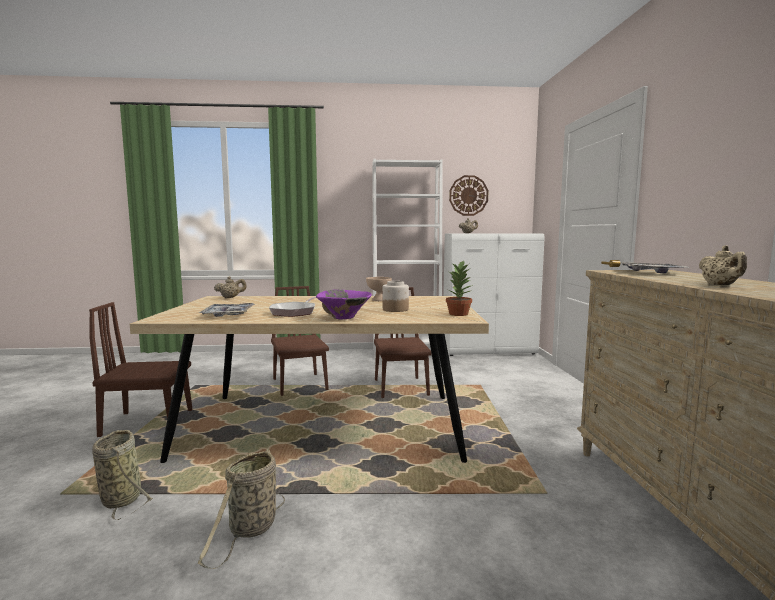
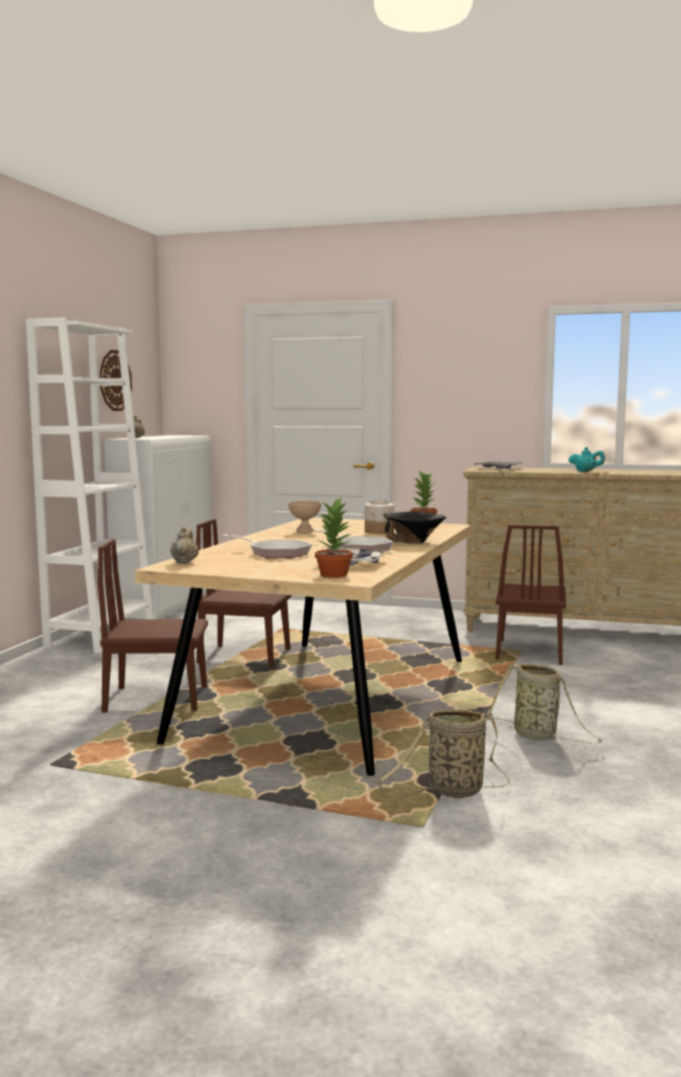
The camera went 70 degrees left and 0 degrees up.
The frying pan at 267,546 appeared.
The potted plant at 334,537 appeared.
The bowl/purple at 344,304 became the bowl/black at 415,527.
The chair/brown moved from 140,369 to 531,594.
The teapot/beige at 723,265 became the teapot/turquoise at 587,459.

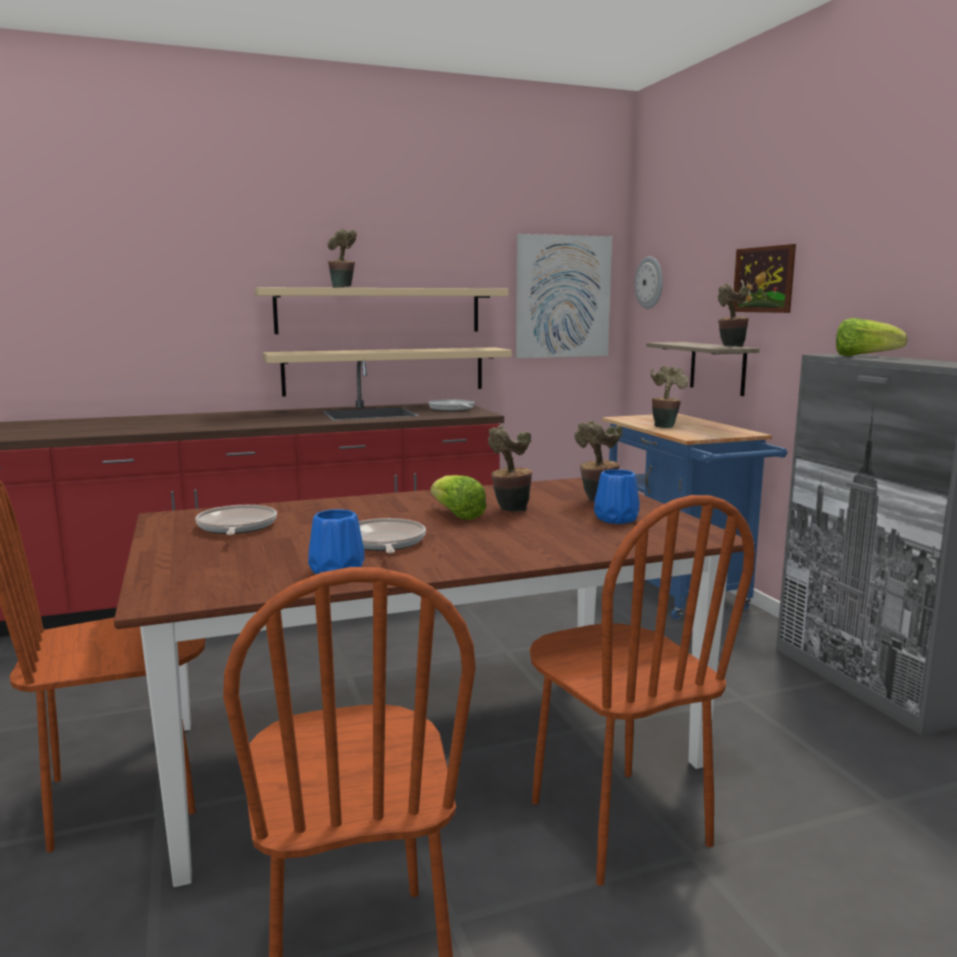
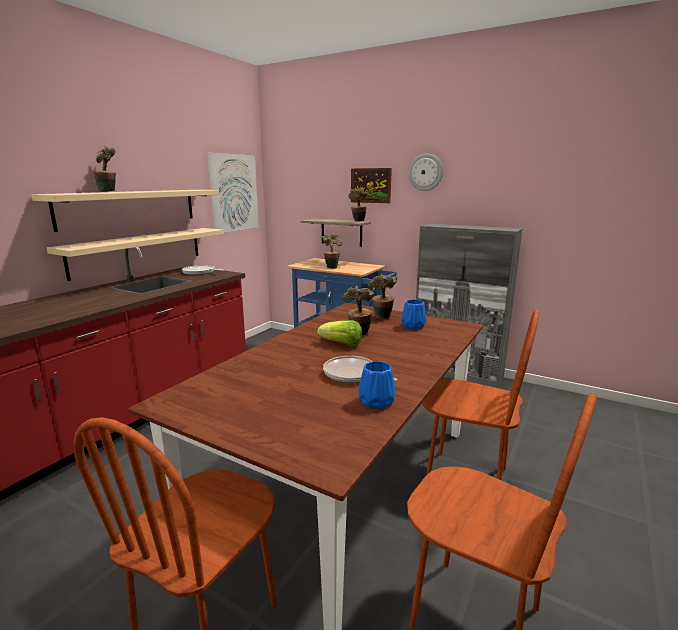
The camera went 40 degrees left and 5 degrees up.
The wall clock moved from 649,282 to 426,172.
The frying pan at 236,520 disappeared.
The lettuce at 871,337 disappeared.

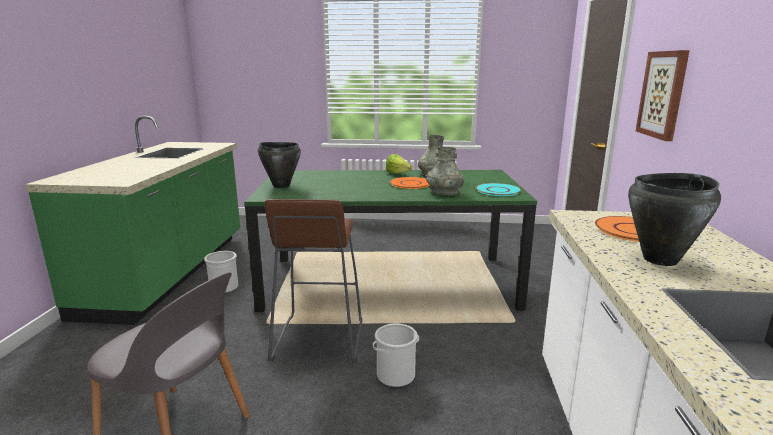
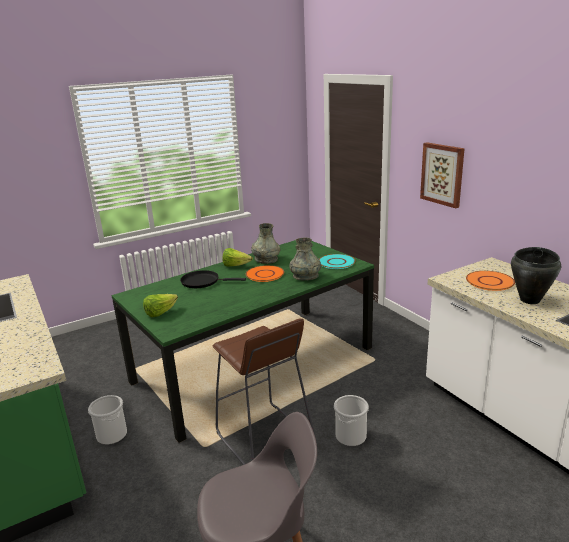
The camera went 35 degrees left and 5 degrees up.
The cooking pot/black at 279,165 was replaced by the lettuce at 160,305.
The frying pan/black at 213,279 appeared.

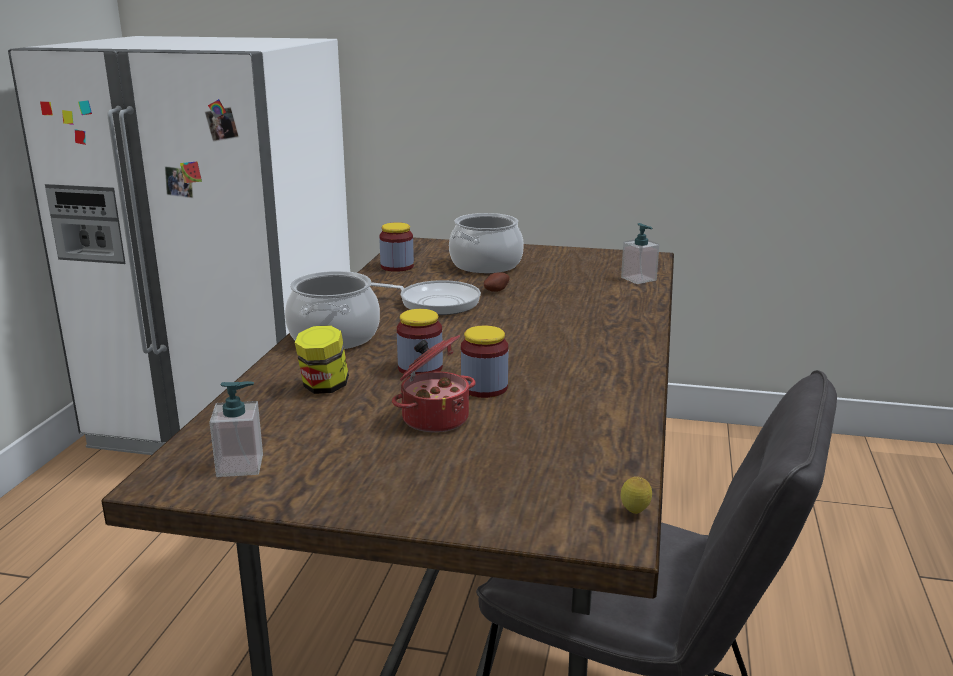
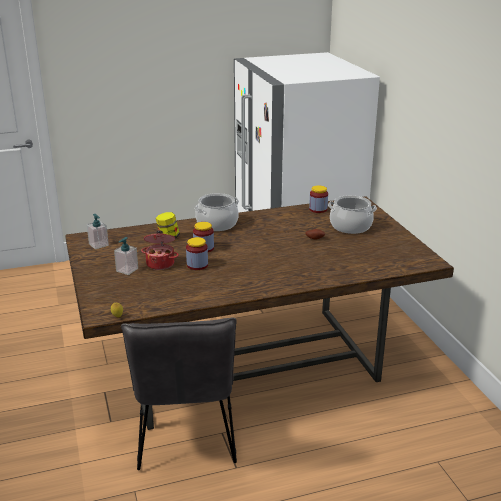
The camera went 60 degrees right and 5 degrees up.
The soap dispenser moved from 640,253 to 126,256.
The frying pan at 425,297 disappeared.

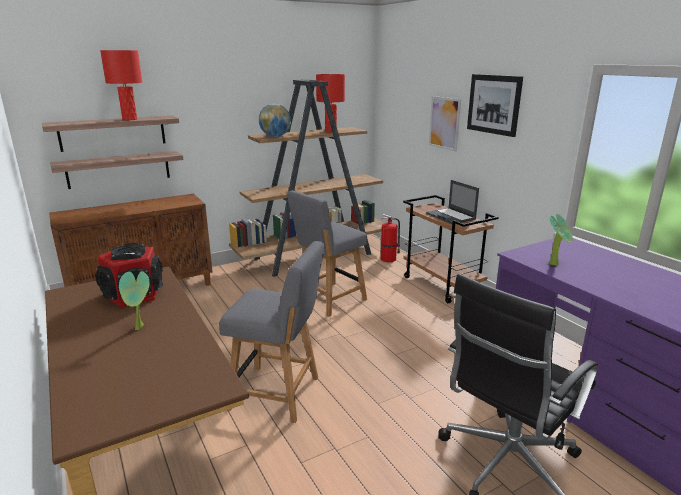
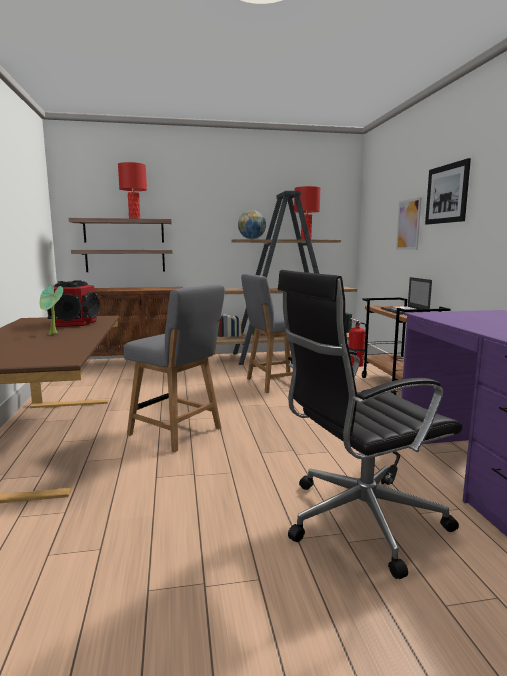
The camera went 20 degrees right and 10 degrees down.
The potted plant at 561,240 disappeared.

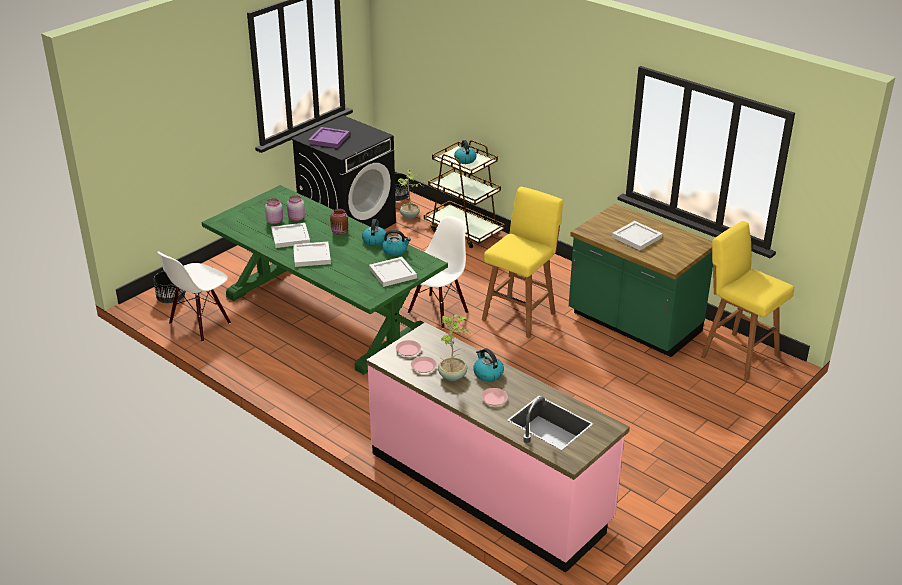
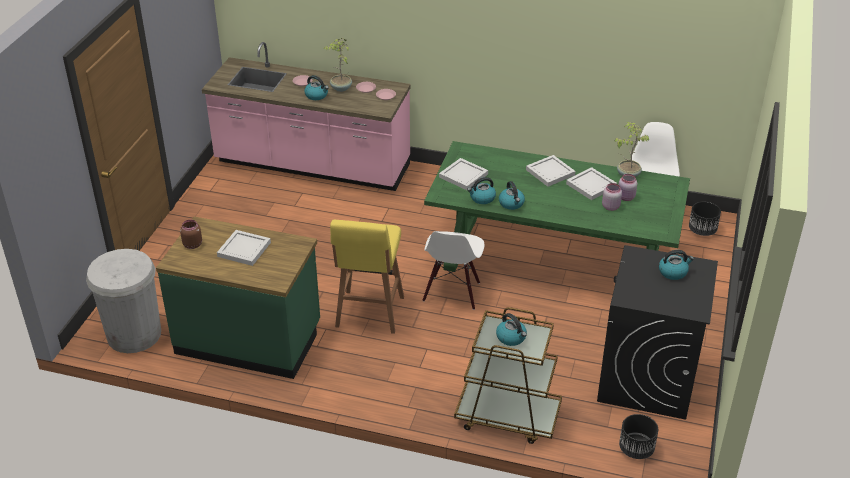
The camera went 155 degrees right and 5 degrees up.
The stool/yellow at 747,300 was replaced by the trash can/white at 123,301.
The jar/brown moved from 339,222 to 191,234.
The potted plant moved from 411,194 to 631,149.
The tray/purple at 329,137 was replaced by the kettle at 676,265.

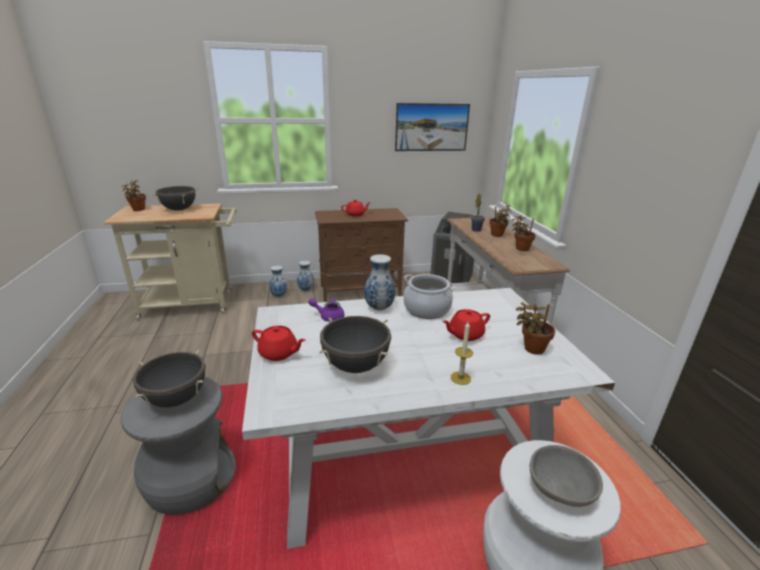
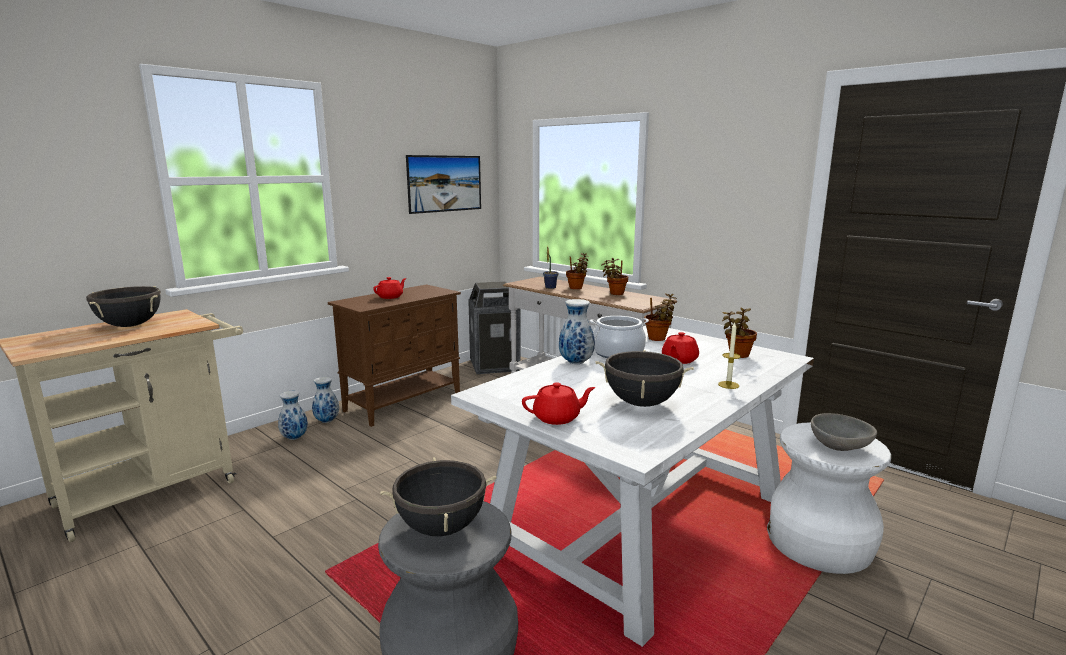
The camera went 35 degrees left and 10 degrees down.
The potted plant moved from 134,195 to 660,317.
The teapot/purple at 326,309 disappeared.

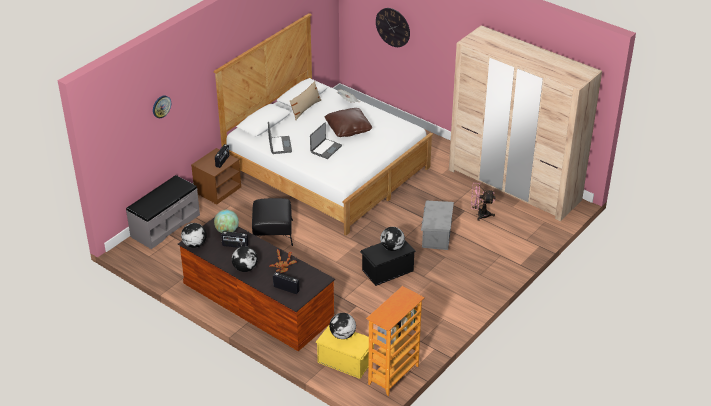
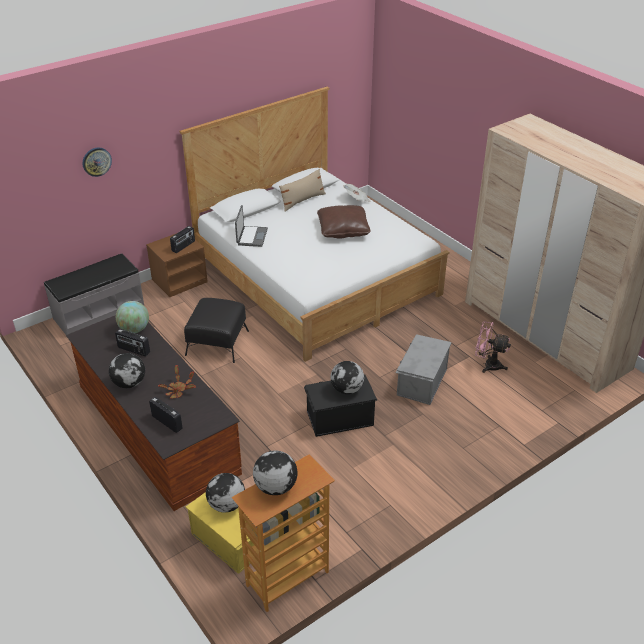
The camera went 15 degrees right and 0 degrees up.
The globe moved from 194,235 to 275,473.
The laptop at 326,140 disappeared.
The wall clock at 393,27 disappeared.

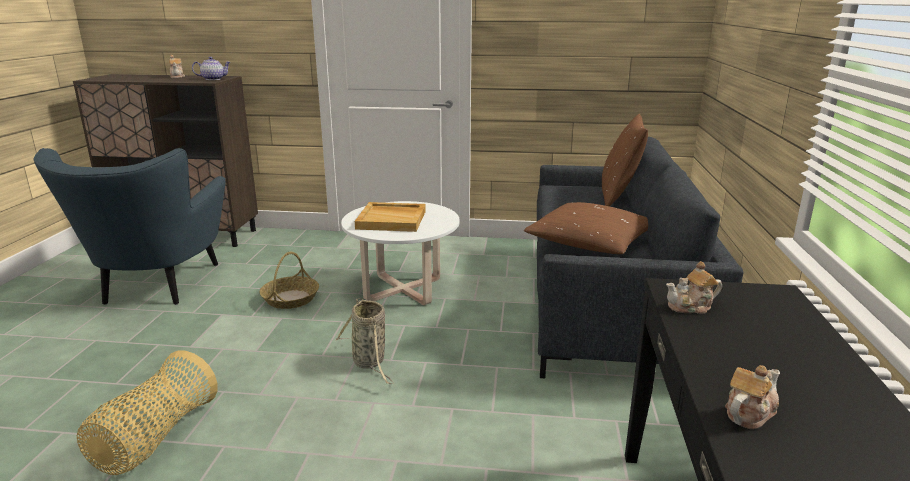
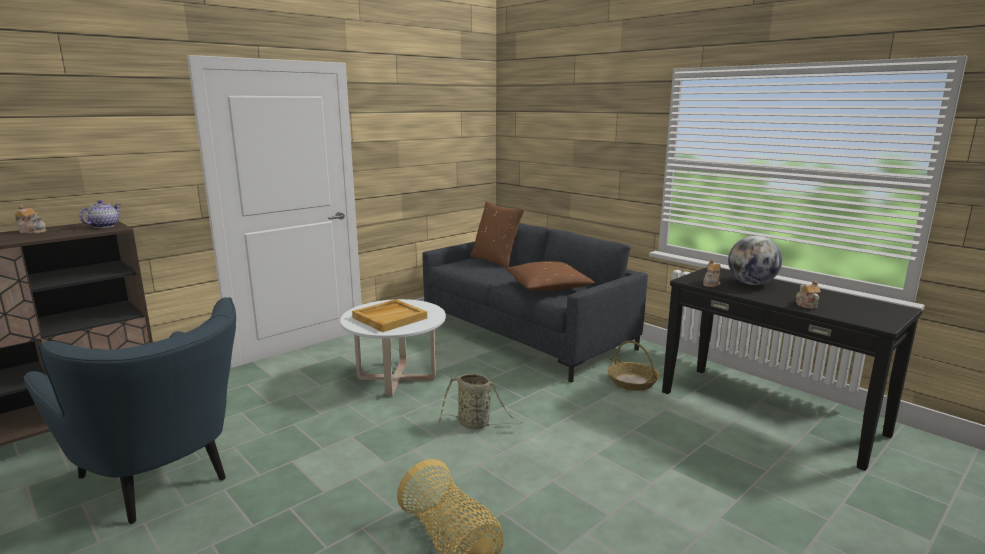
The camera went 50 degrees left and 5 degrees down.
The basket moved from 289,280 to 634,366.
The globe at 755,260 appeared.

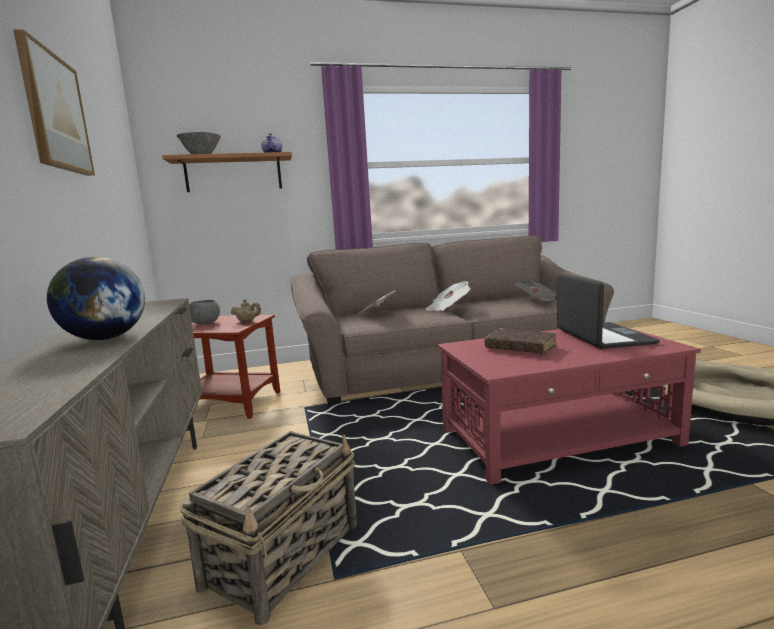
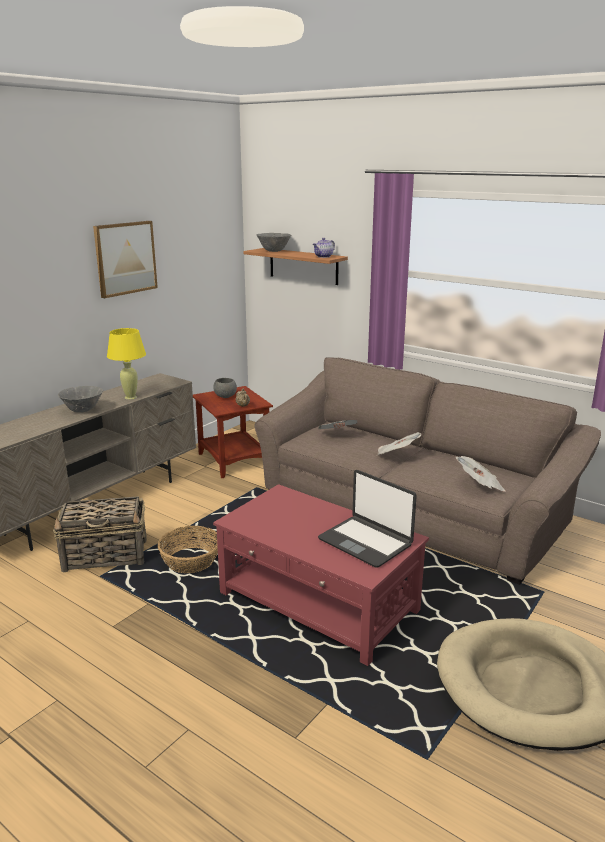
The camera went 50 degrees right and 10 degrees up.
The globe at 96,298 was replaced by the bowl/grey at 80,399.
The table lamp/yellow at 126,364 appeared.
The basket at 188,549 appeared.
The laptop at 608,311 turned 90 degrees clockwise.
The book/brown at 520,341 disappeared.

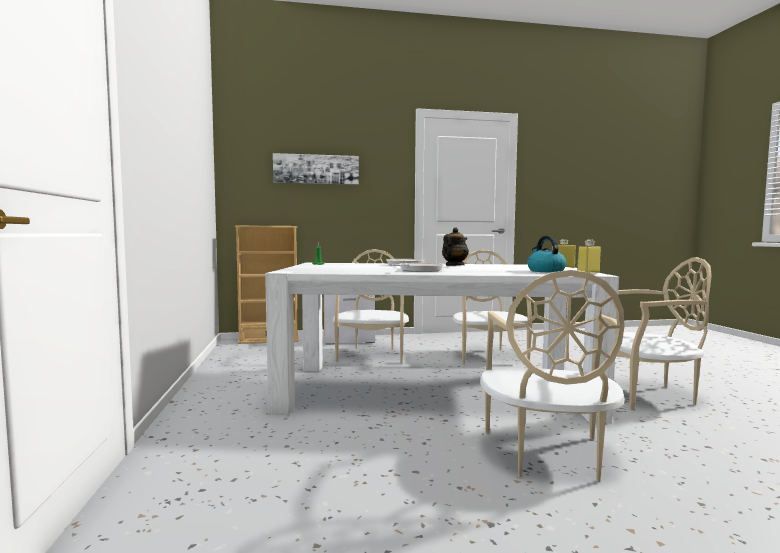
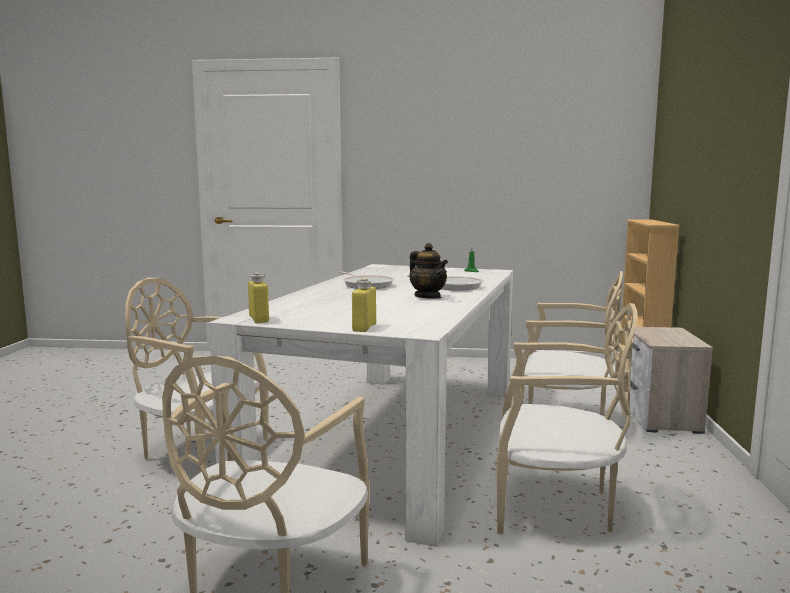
The camera went 105 degrees right and 5 degrees up.
The picture at 316,169 disappeared.
The kettle at 547,254 disappeared.

